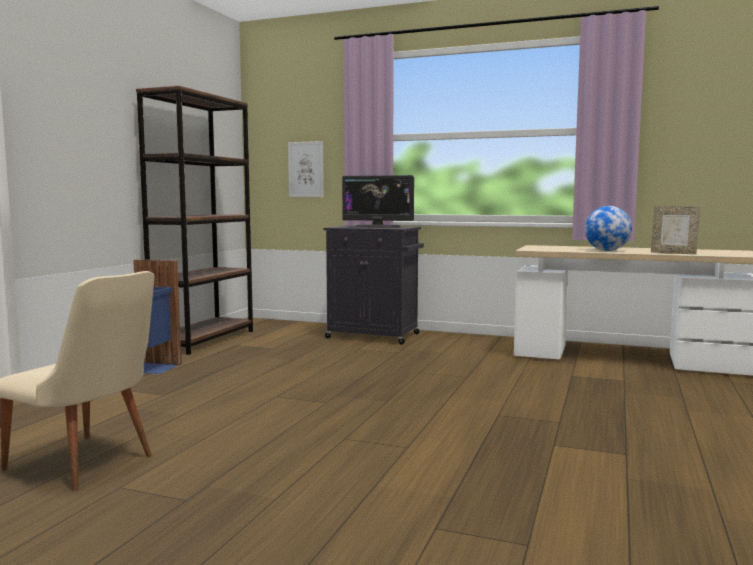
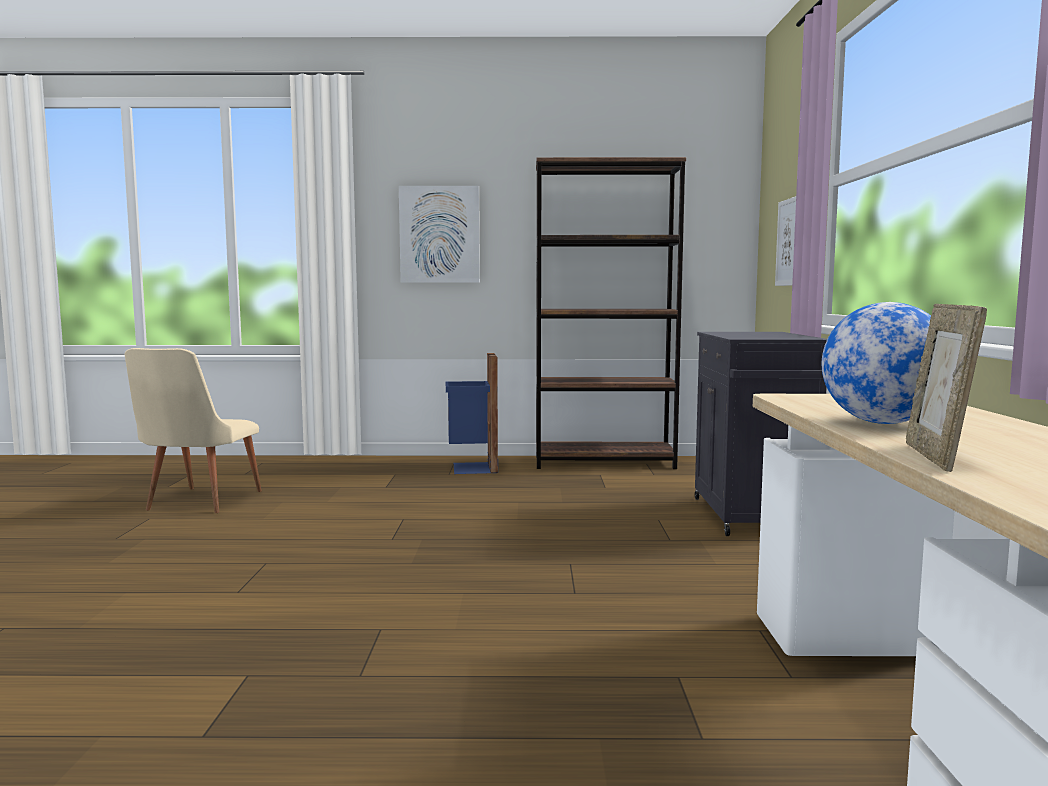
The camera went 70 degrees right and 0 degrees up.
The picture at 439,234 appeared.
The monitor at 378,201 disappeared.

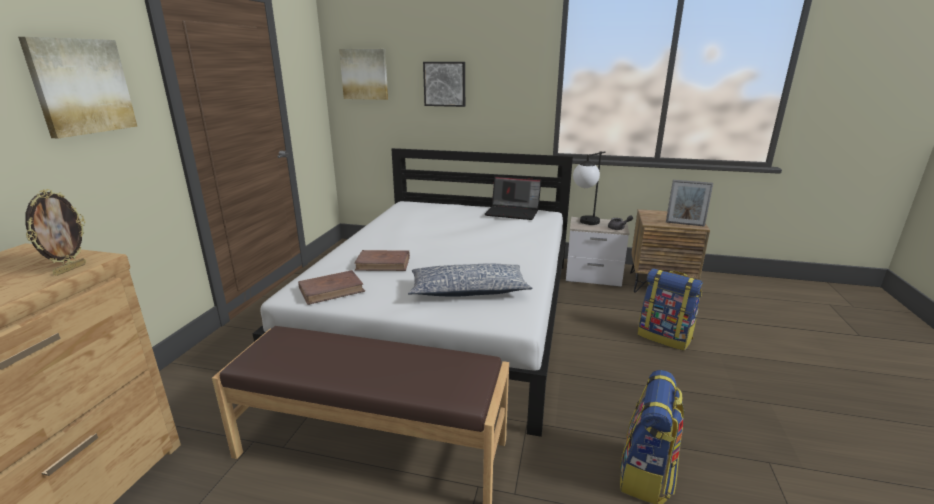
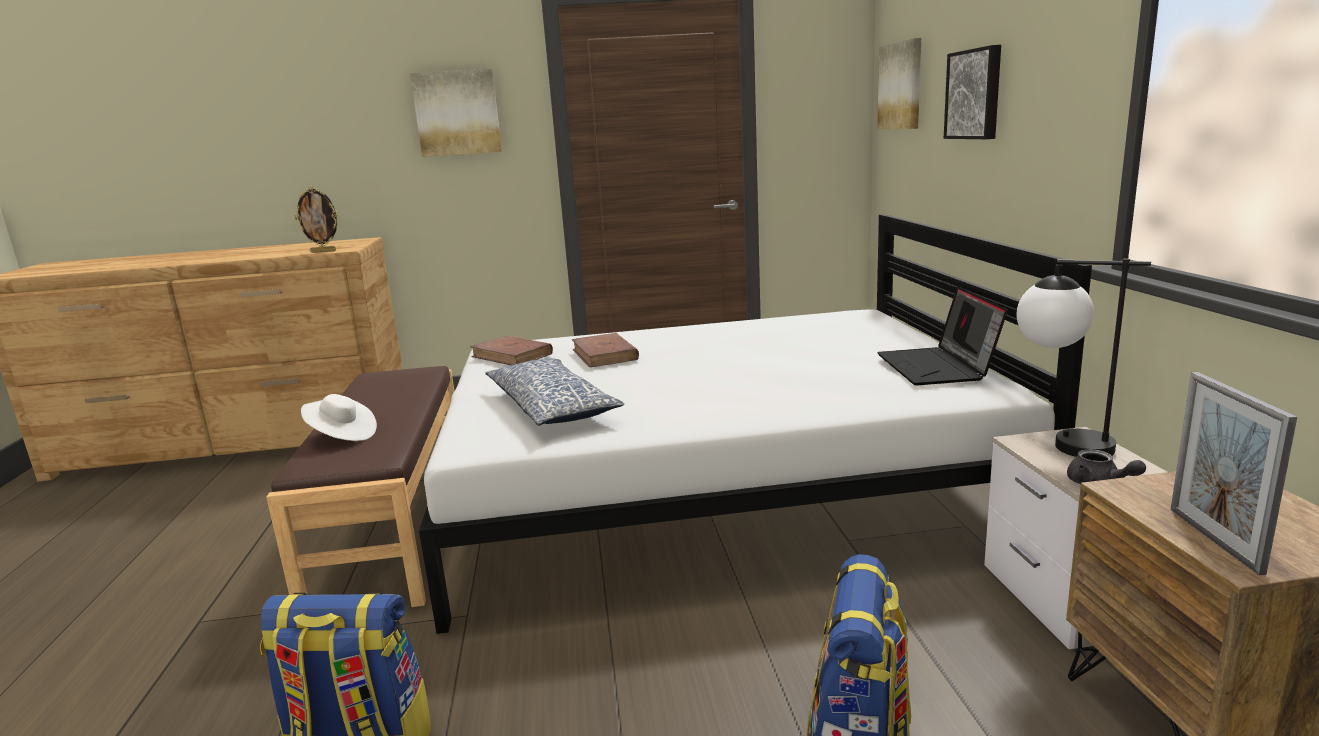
The camera went 70 degrees right and 5 degrees down.
The hat/white at 339,417 appeared.

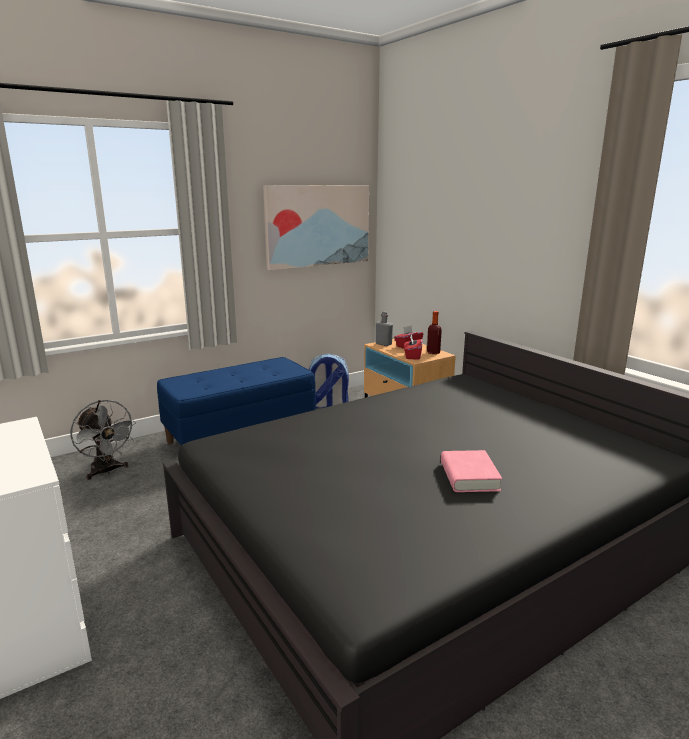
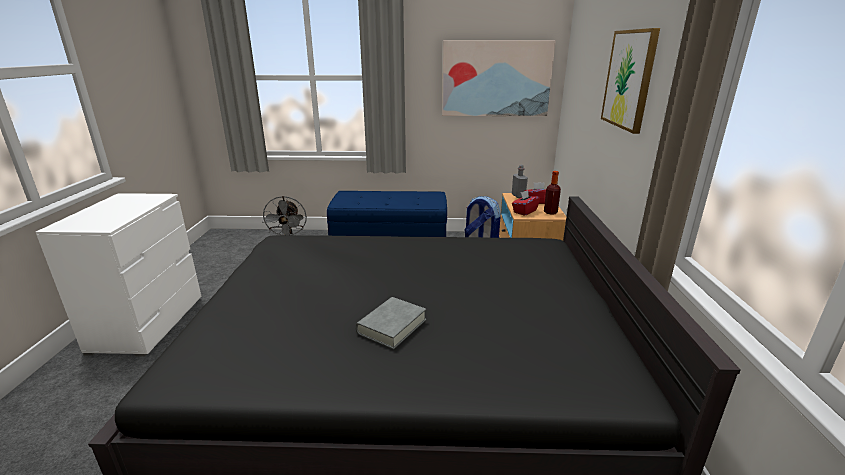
The camera went 35 degrees right and 5 degrees up.
The book/pink at 471,471 became the book/grey at 391,323.
The picture at 630,81 appeared.

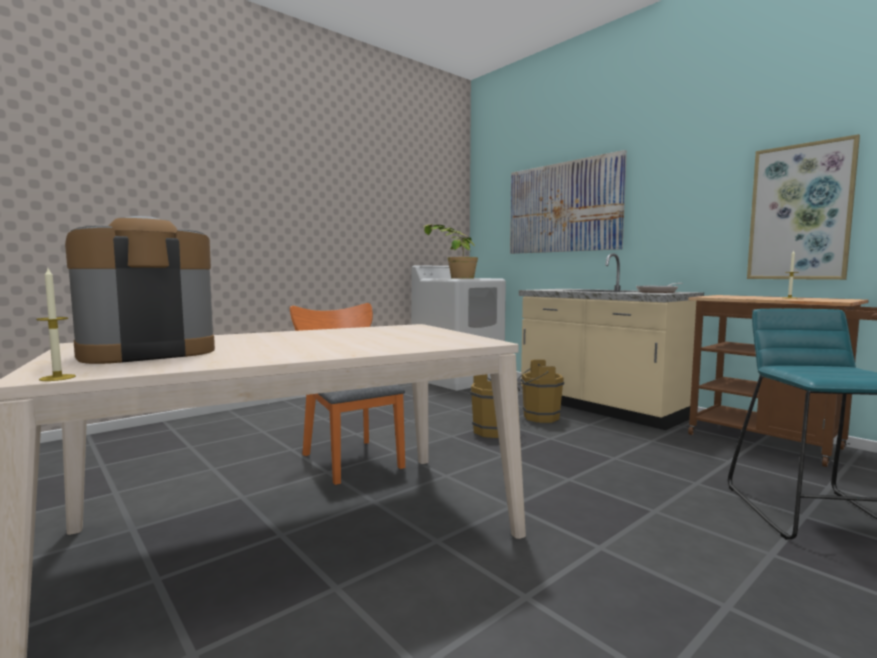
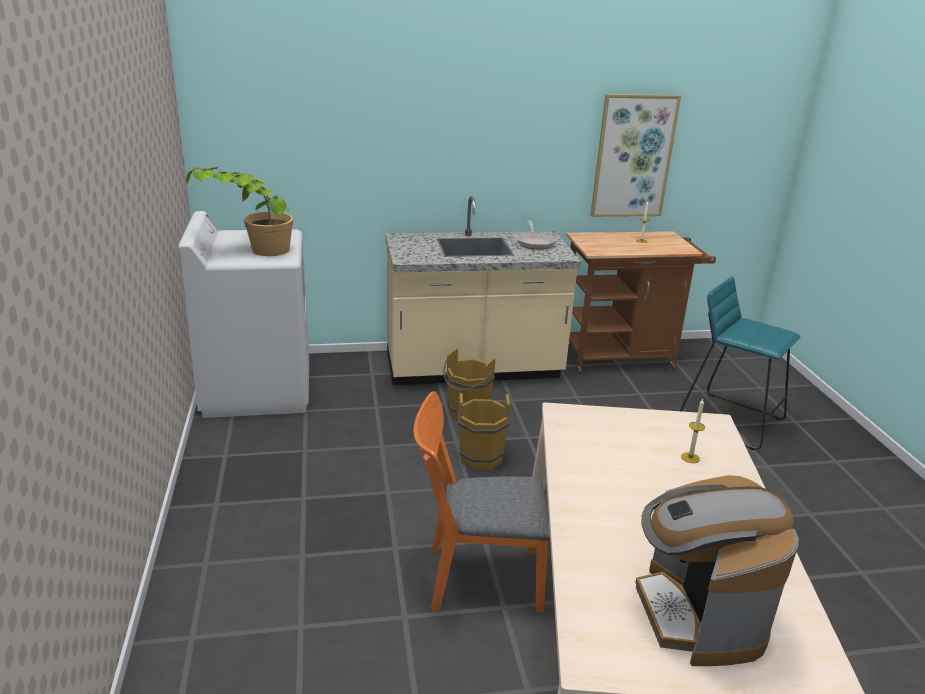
The camera went 60 degrees left and 20 degrees up.
The candle moved from 56,324 to 693,431.
The picture at 568,202 disappeared.

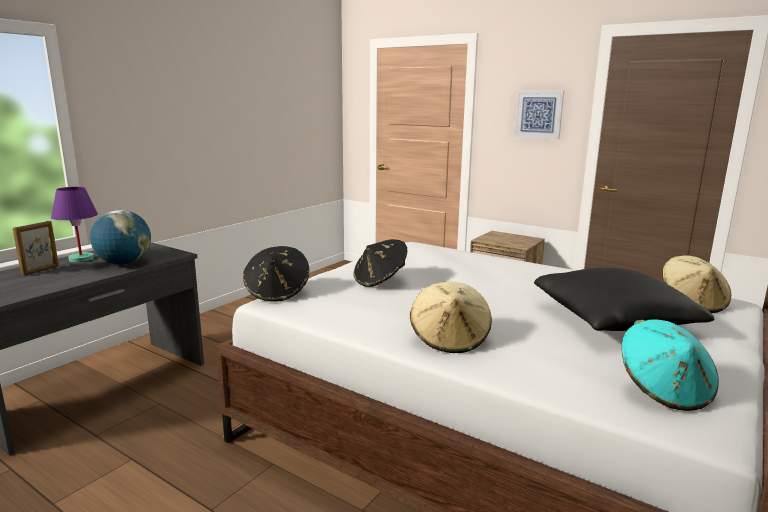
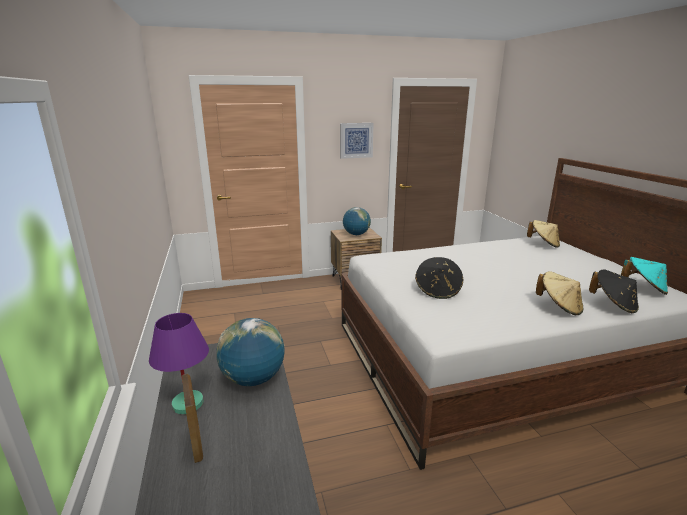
The camera went 50 degrees left and 5 degrees up.
The globe at 357,221 appeared.
The hat/black moved from 276,274 to 614,291.
The pillow/black at 624,299 disappeared.

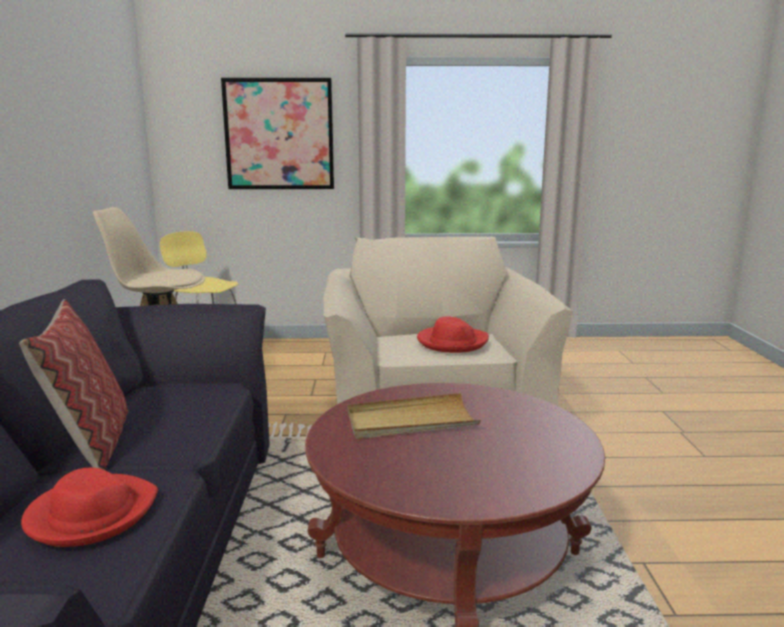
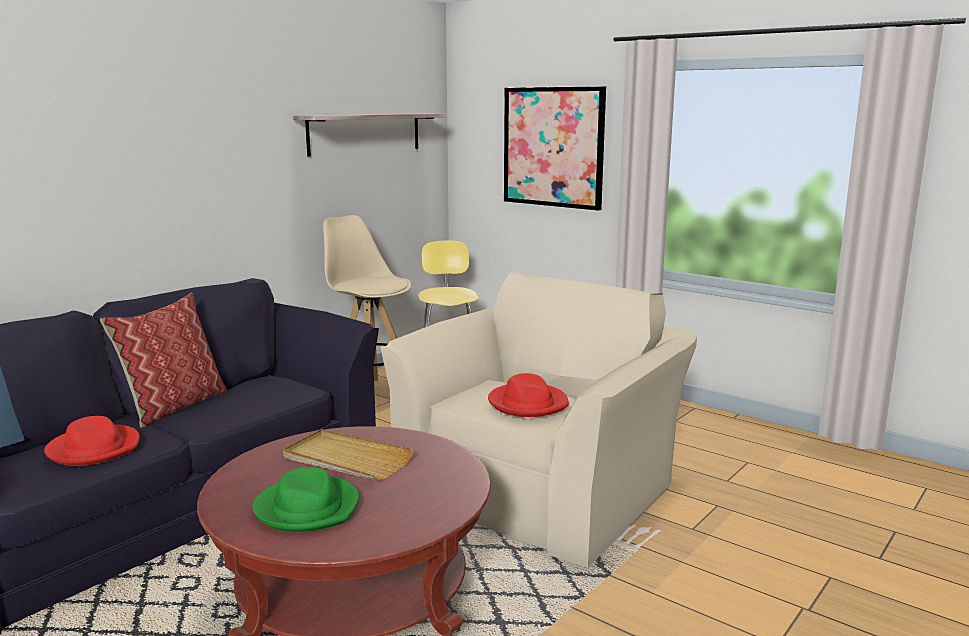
The camera went 40 degrees right and 0 degrees up.
The hat/green at 305,499 appeared.
The shelf at 370,134 appeared.

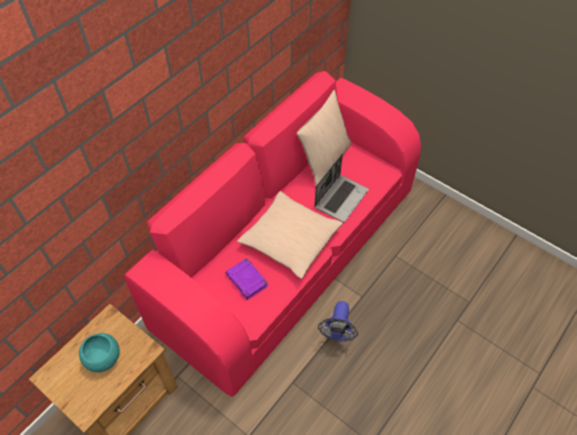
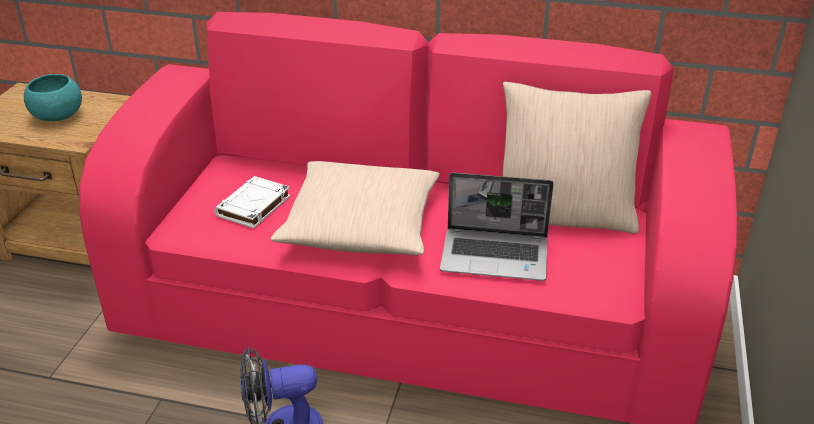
The camera went 65 degrees right and 20 degrees down.
The book/purple at 246,279 became the book/white at 252,202.

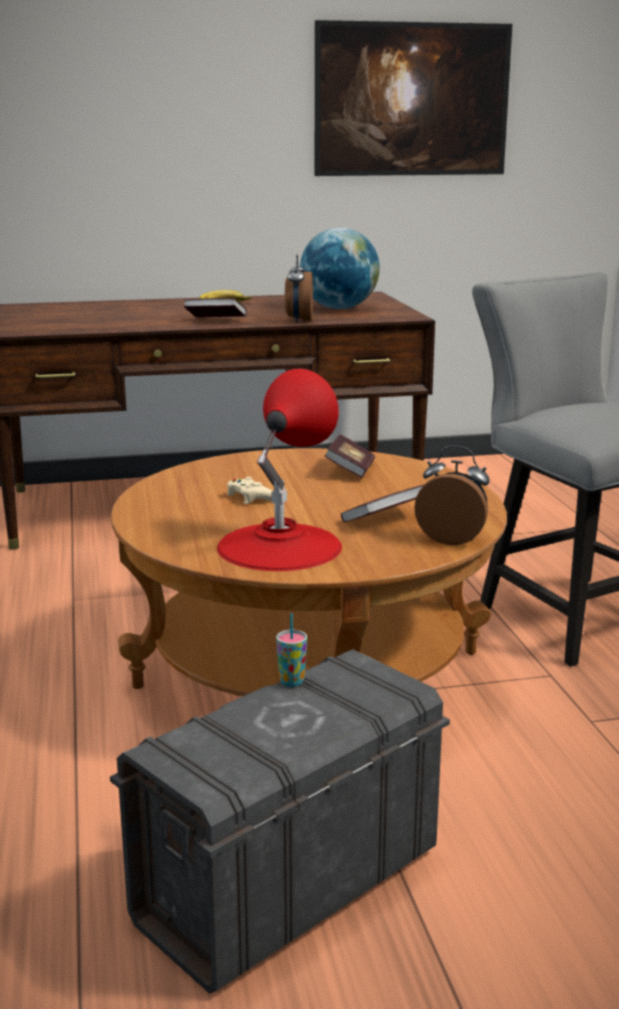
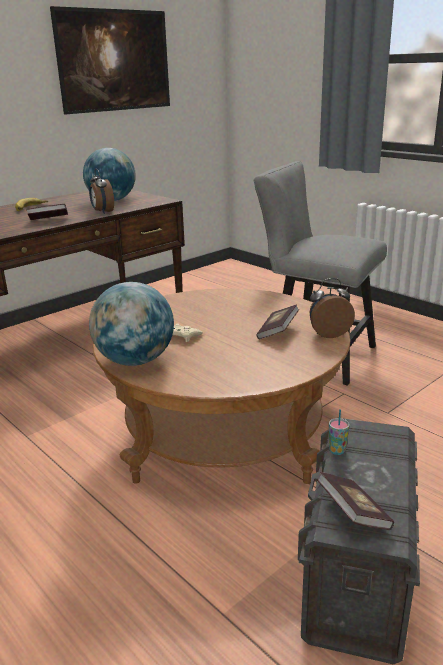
The camera went 30 degrees left and 5 degrees up.
The globe at 131,324 appeared.
The book moved from 350,455 to 355,501.
The table lamp/red at 279,470 disappeared.

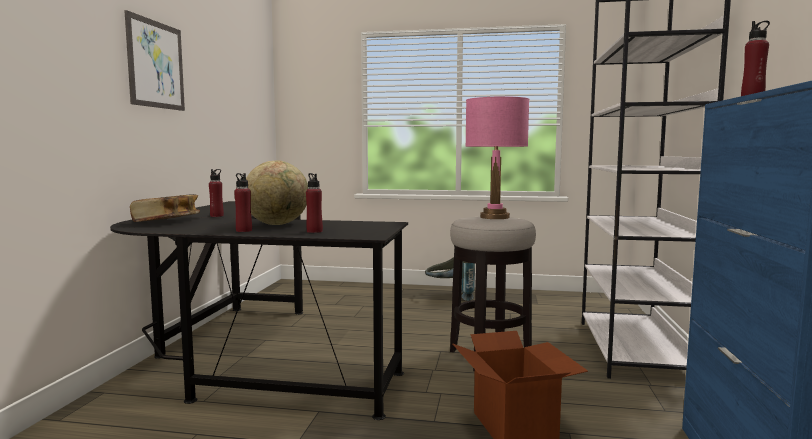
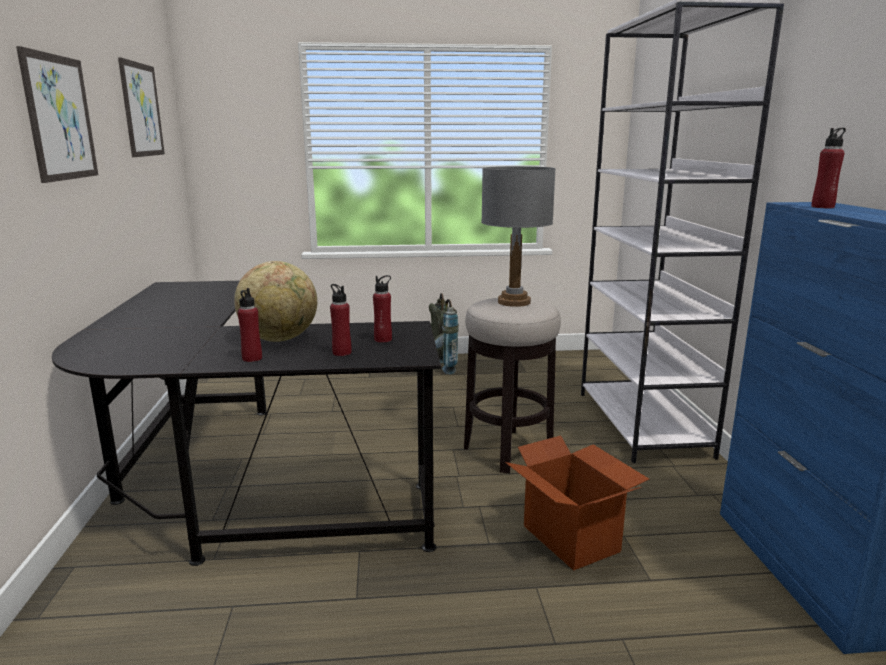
The camera went 15 degrees left and 10 degrees up.
The picture at 141,107 appeared.
The bottle/red moved from 216,193 to 382,309.
The table lamp/pink at 497,157 became the table lamp/grey at 518,236.
The book at 165,208 disappeared.

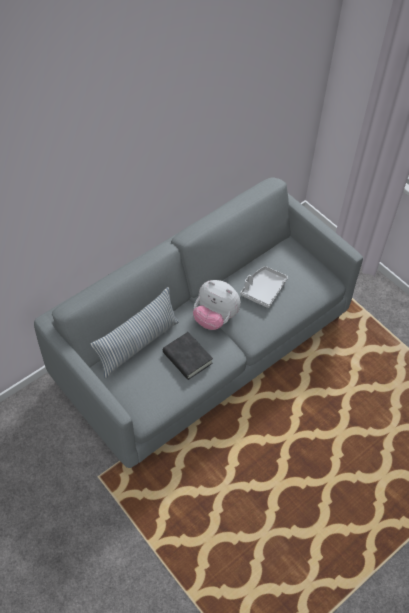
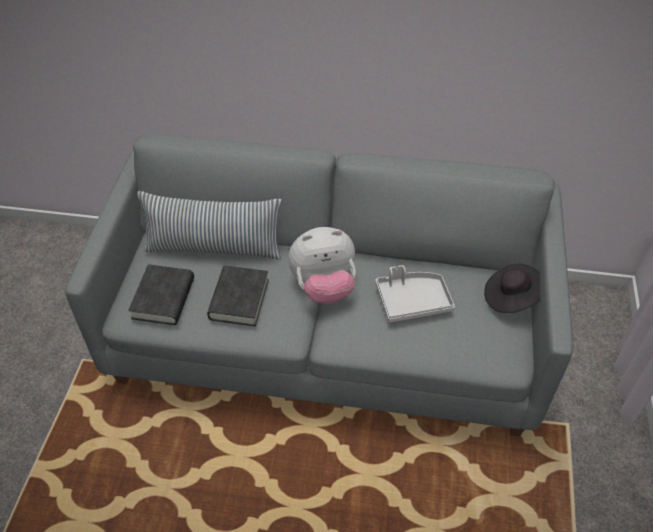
The camera went 50 degrees right and 5 degrees down.
The book/black at 161,294 appeared.
The plush toy at 217,305 turned 90 degrees counterclockwise.
The hat/black at 512,288 appeared.

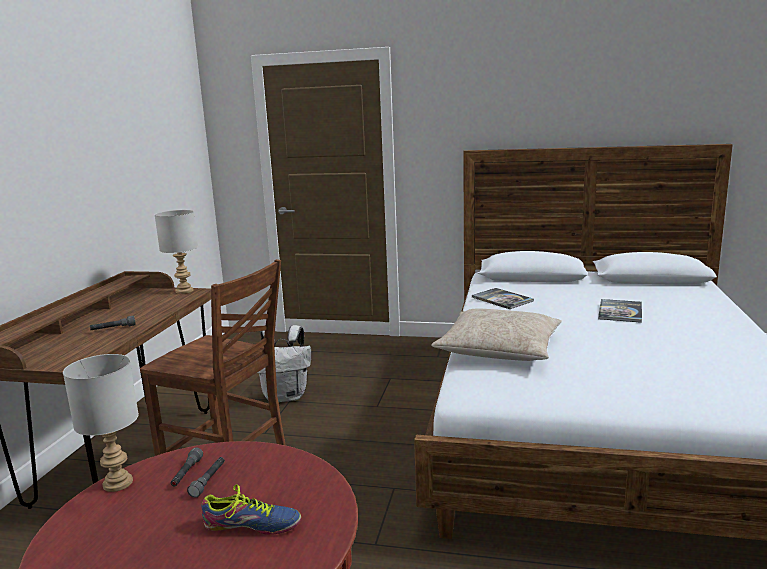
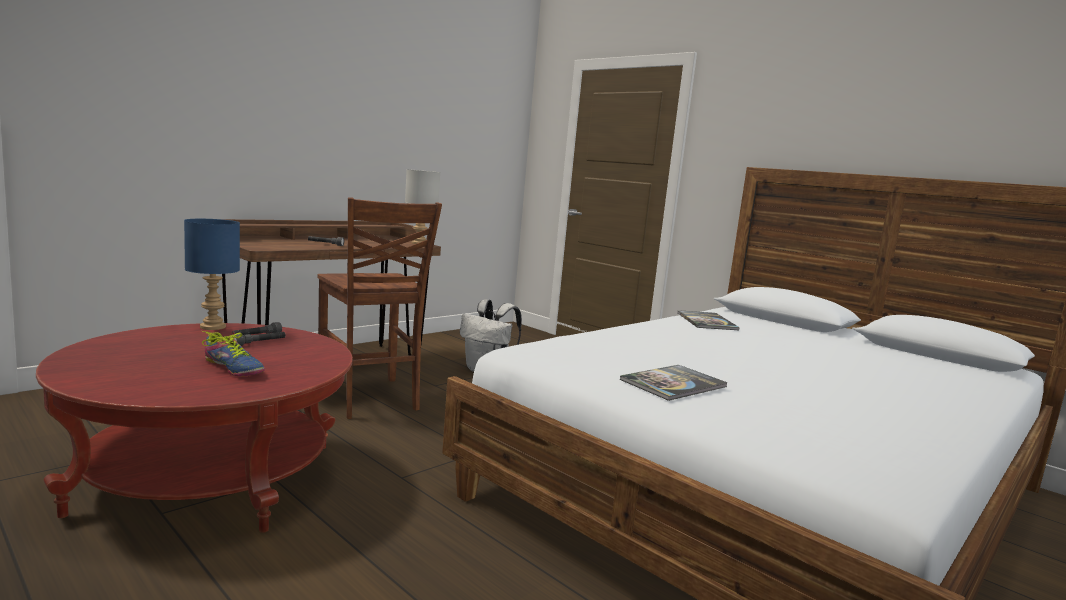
The camera went 30 degrees right and 5 degrees down.
The table lamp/grey at 101,423 became the table lamp/blue at 212,274.
The book moved from 620,311 to 674,383.
The pillow/beige at 496,335 disappeared.

